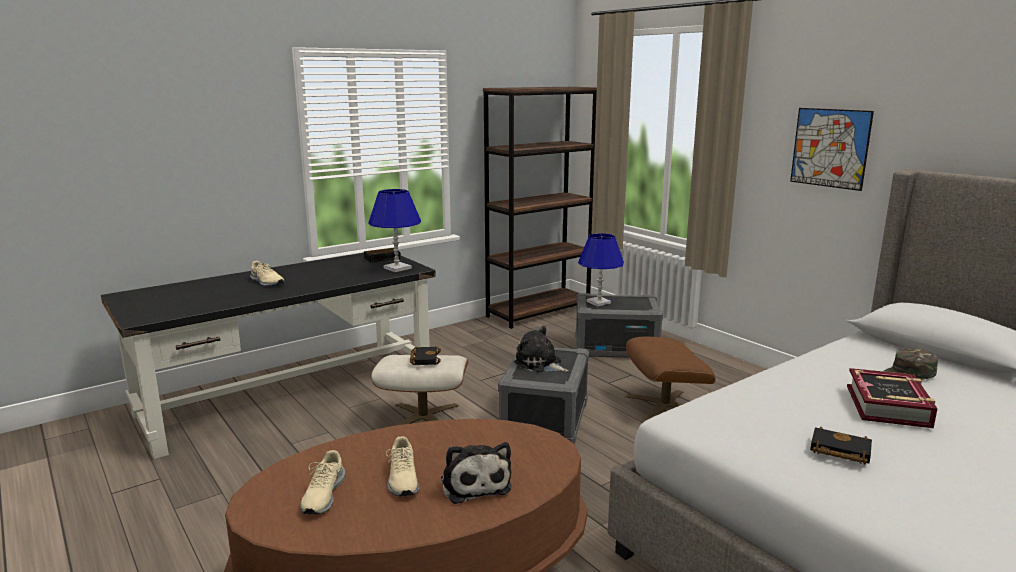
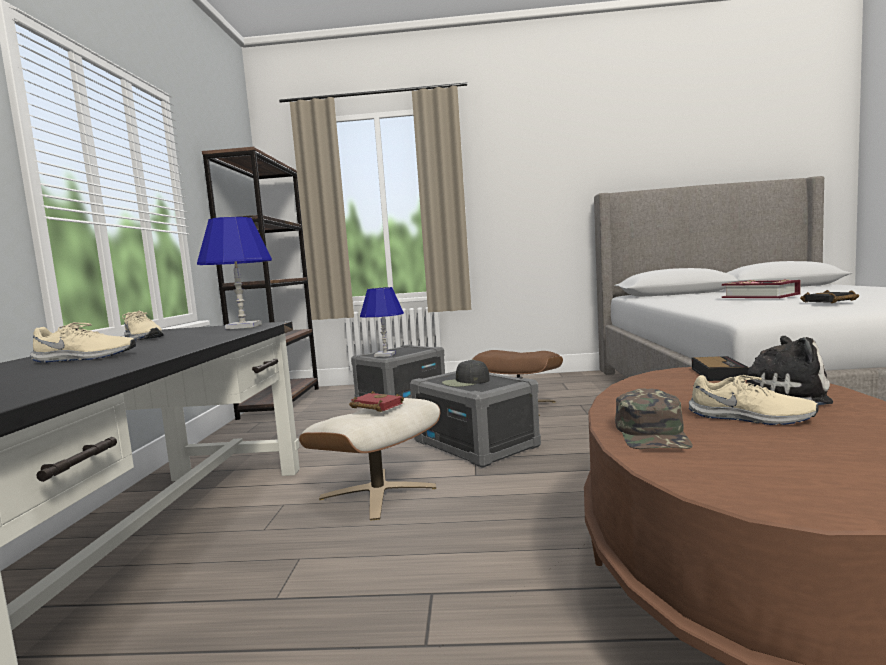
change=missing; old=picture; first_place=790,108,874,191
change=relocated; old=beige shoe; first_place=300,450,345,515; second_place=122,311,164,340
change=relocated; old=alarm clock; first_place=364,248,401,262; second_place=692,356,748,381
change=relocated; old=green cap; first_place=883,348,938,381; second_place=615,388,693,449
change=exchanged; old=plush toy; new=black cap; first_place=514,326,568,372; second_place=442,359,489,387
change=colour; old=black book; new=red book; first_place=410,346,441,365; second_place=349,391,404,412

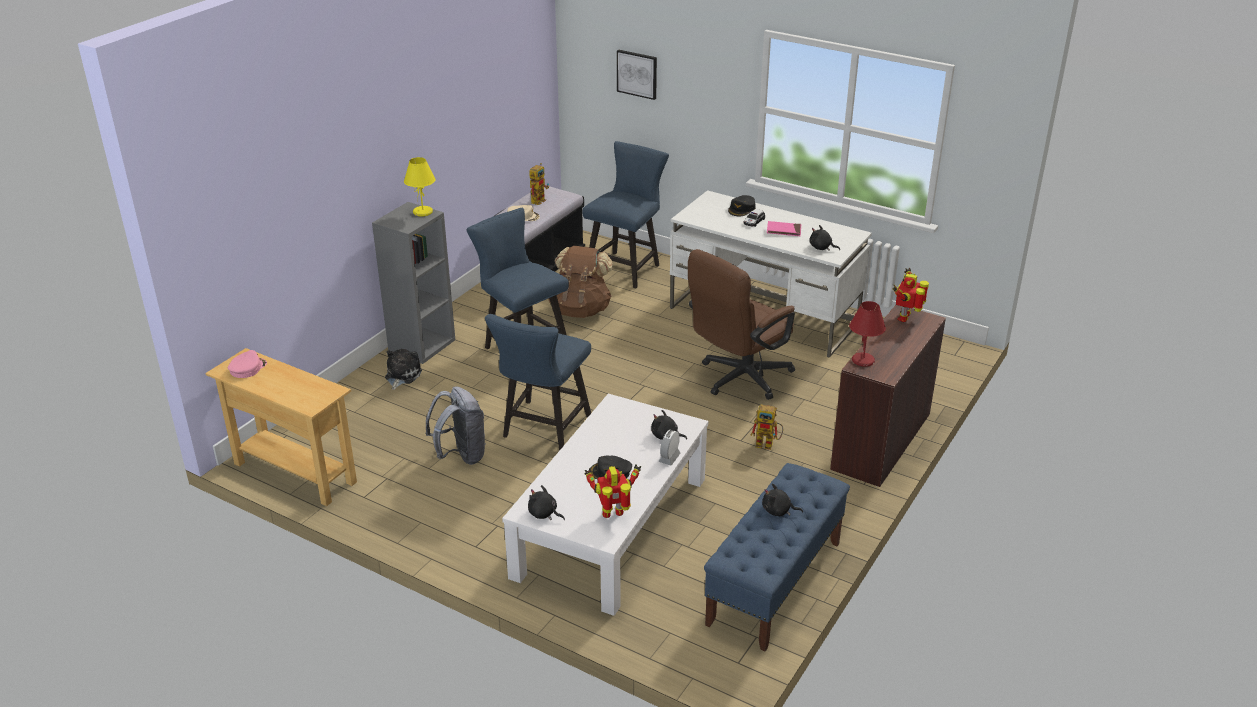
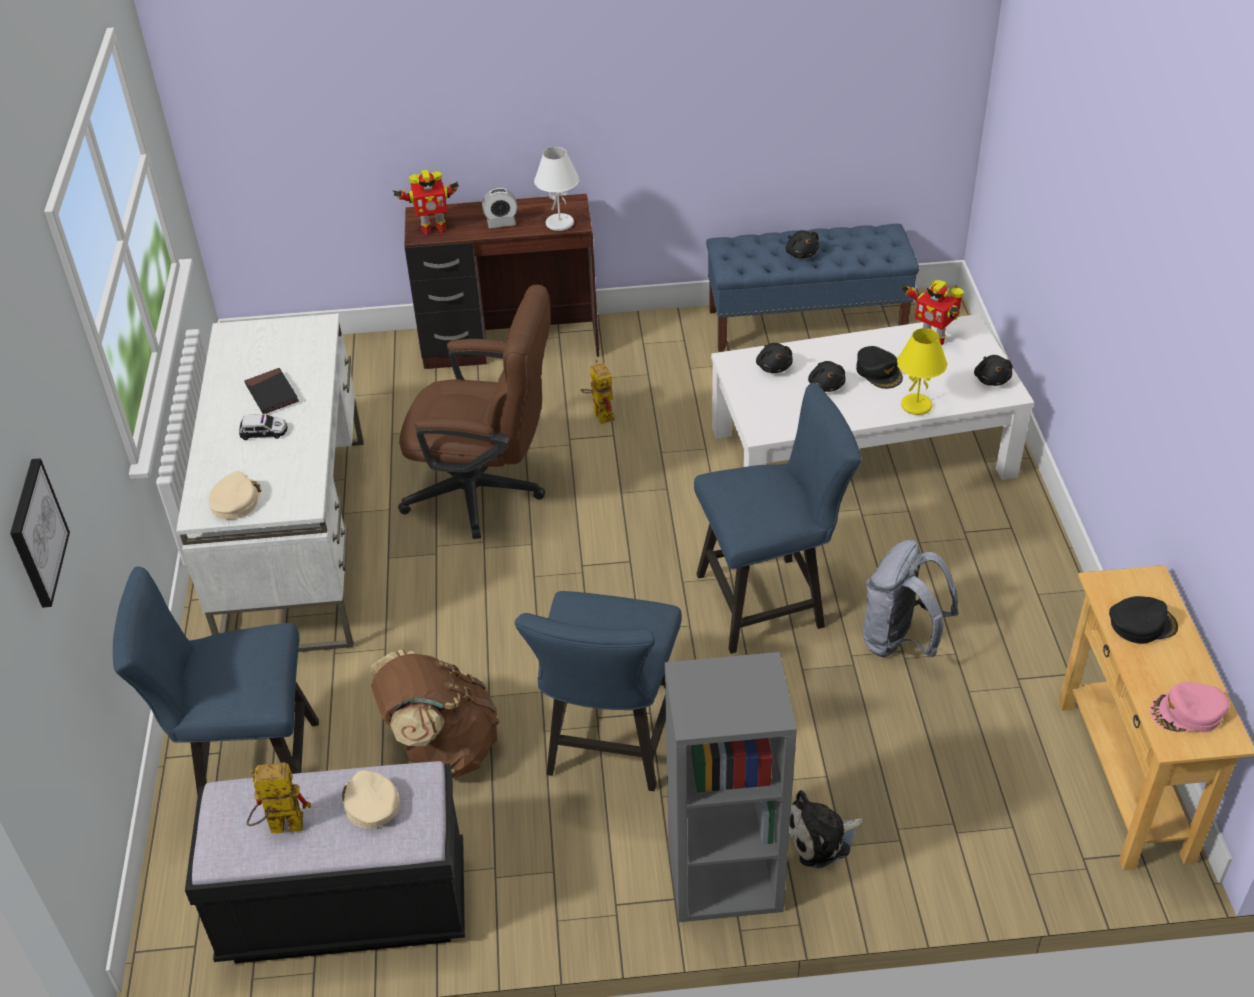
change=appeared; new=beige cap; second_place=209,471,262,519
change=relocated; old=yellow table lamp; first_place=404,157,436,216; second_place=897,328,947,415
change=relocated; old=alarm clock; first_place=659,430,681,465; second_place=482,188,518,228
change=relocated; old=black cap; first_place=728,195,756,216; second_place=1109,596,1178,644
change=relocated; old=black plush toy; first_place=809,225,840,251; second_place=808,361,846,392
change=colour; old=pink book; new=black book; first_place=767,221,801,236; second_place=245,368,299,414
change=colour; old=red table lamp; new=white table lamp; first_place=849,301,886,367; second_place=534,147,579,231

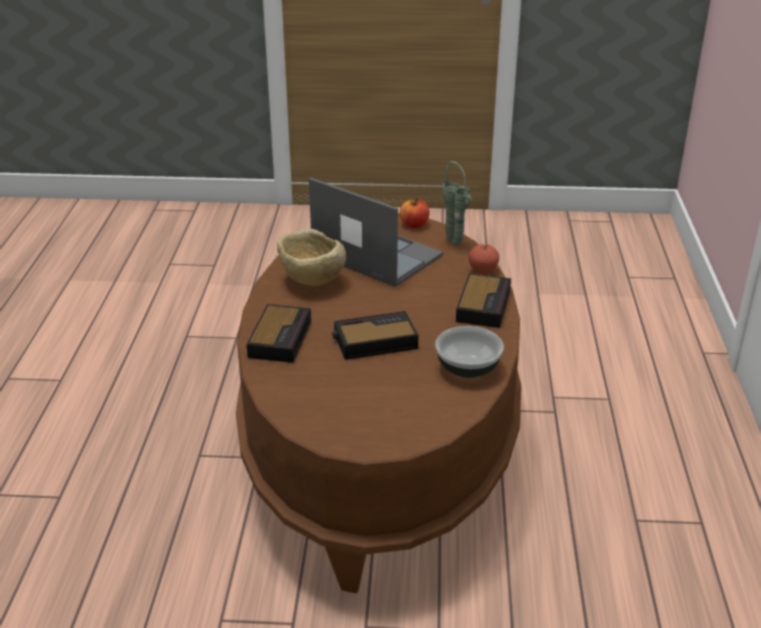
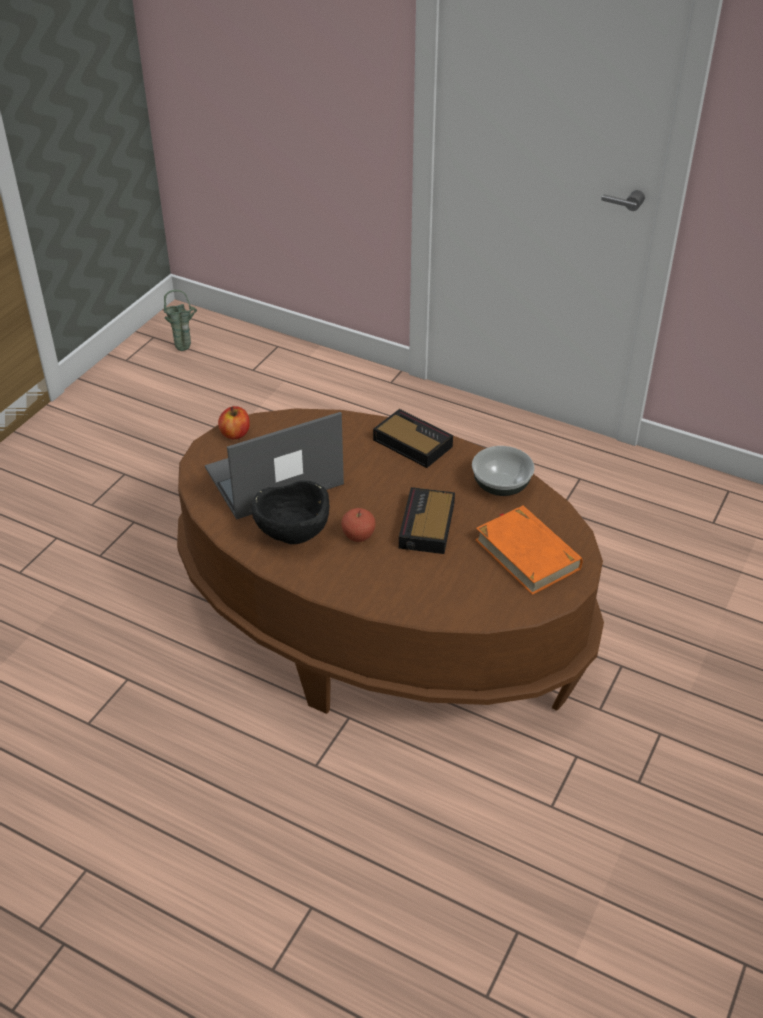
change=missing; old=alarm clock; first_place=246,304,311,363
change=appeared; new=orange book; second_place=475,505,583,595
change=relocated; old=green vase; first_place=442,161,472,246; second_place=164,290,197,351
change=relocated; old=apple; first_place=468,244,499,275; second_place=341,508,376,542
change=colour; old=beige bowl; new=black bowl; first_place=277,229,346,286; second_place=252,480,330,544

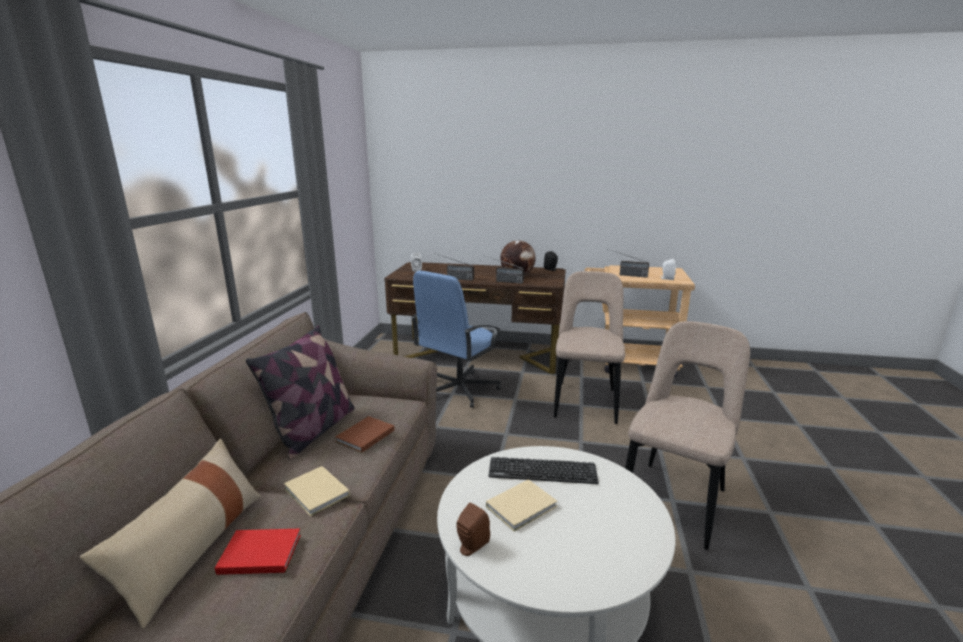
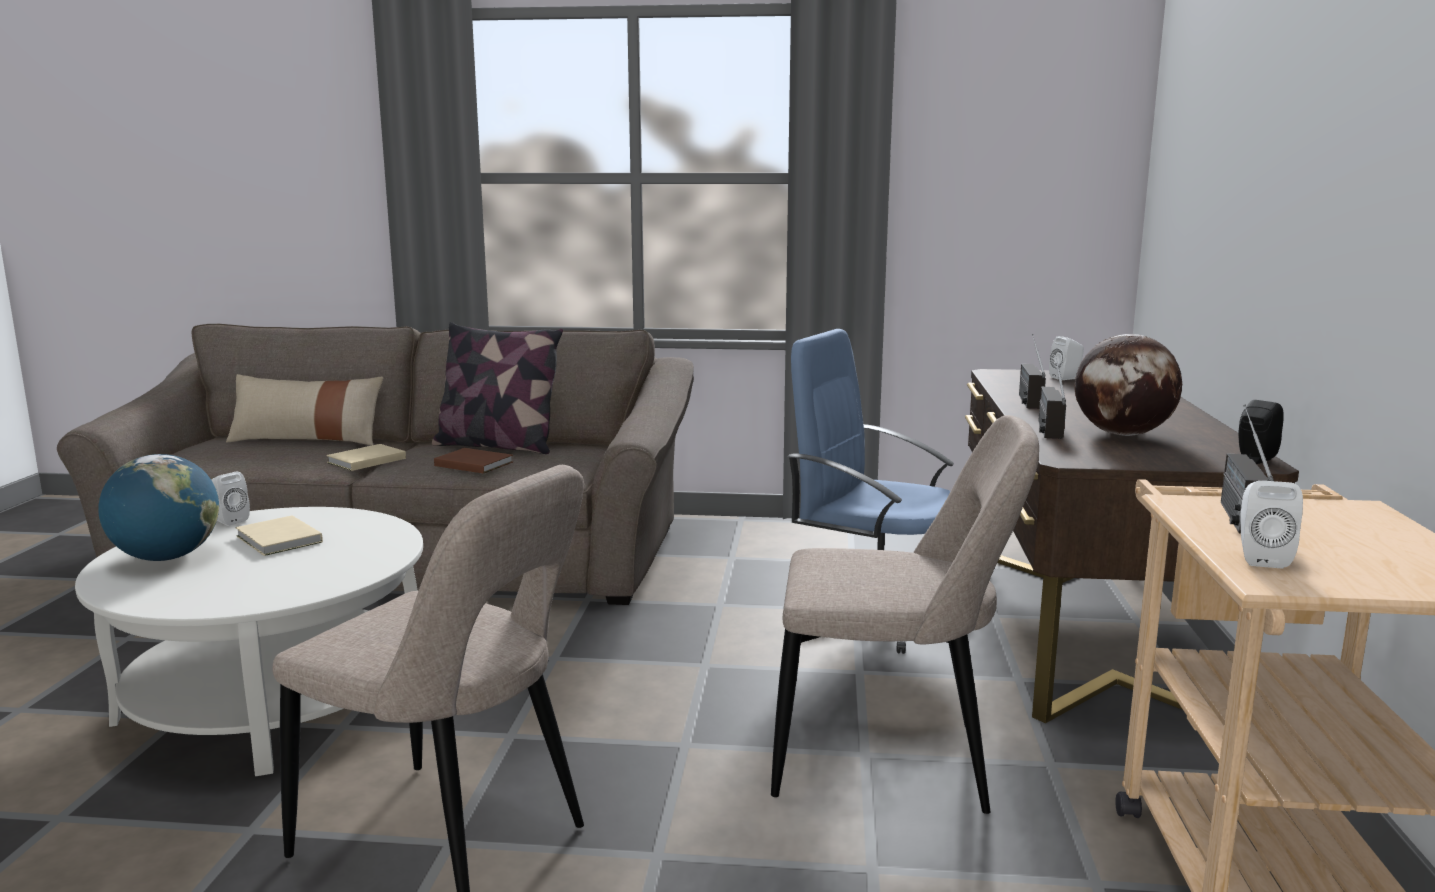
change=missing; old=red book; first_place=215,528,301,575
change=missing; old=keyboard; first_place=488,457,599,484
change=appeared; new=globe; second_place=98,454,219,561
change=colour; old=brown speaker; new=white speaker; first_place=457,503,490,556; second_place=211,472,250,526

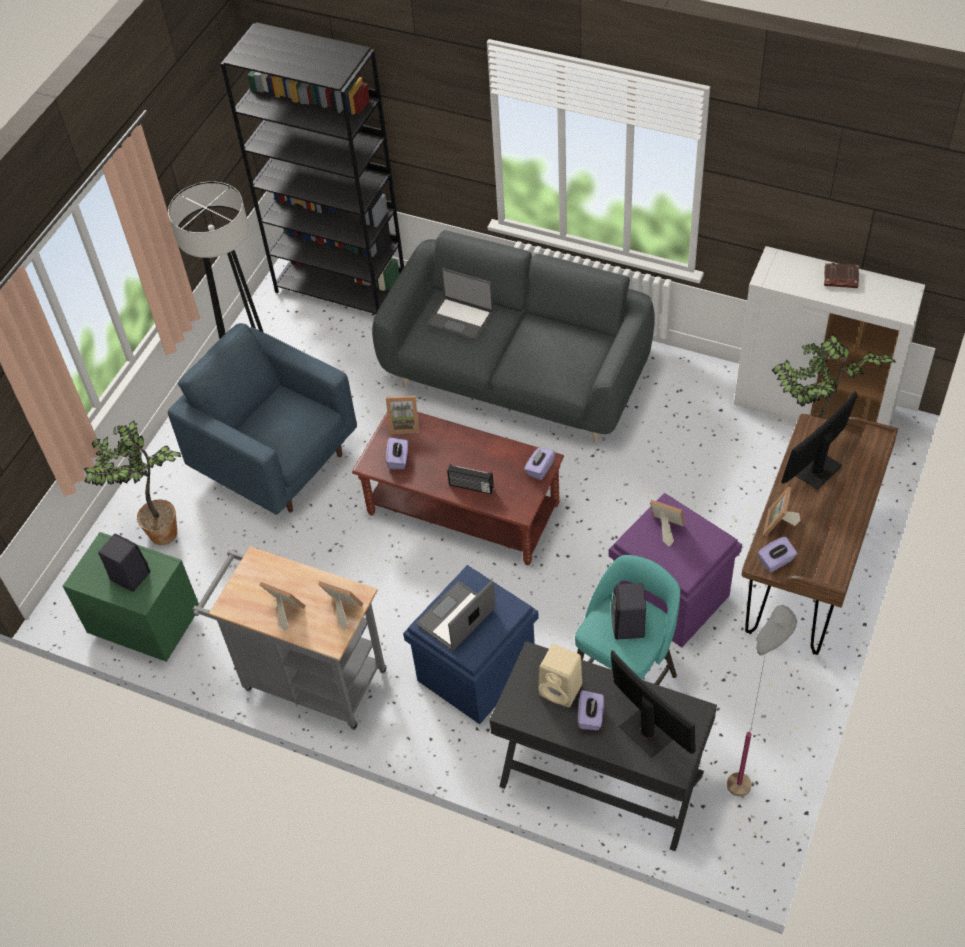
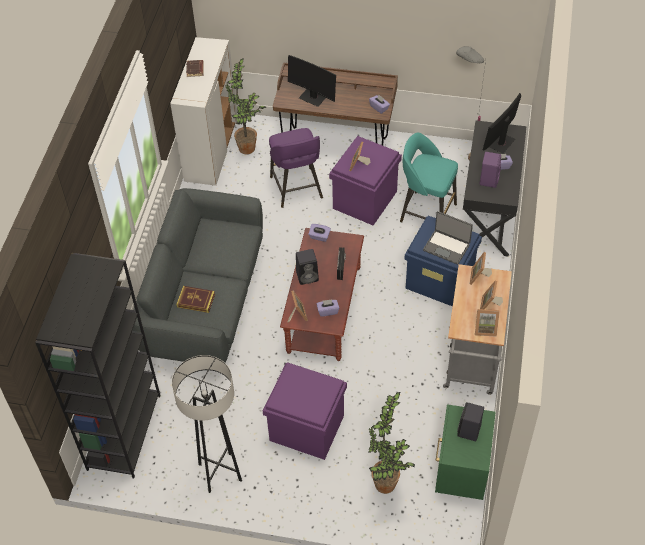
change=appeared; new=purple stool; second_place=269,128,323,208
change=relocated; old=black speaker; first_place=611,583,646,639; second_place=296,249,319,285
change=relocated; old=picture frame; first_place=763,486,800,536; second_place=475,309,500,337
change=exchanged; old=blue armchair; new=purple storage box; first_place=168,323,357,514; second_place=263,362,347,460
change=exchanged; old=laptop; new=book; first_place=427,268,494,341; second_place=176,286,215,313
change=colour; old=beige speaker; new=purple speaker; first_place=538,644,582,708; second_place=479,152,501,188

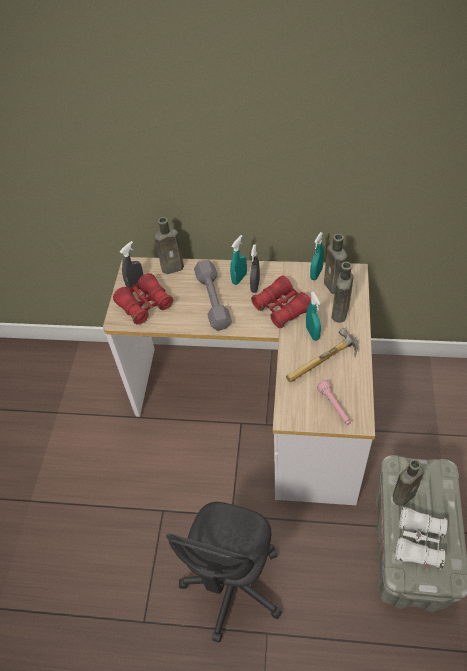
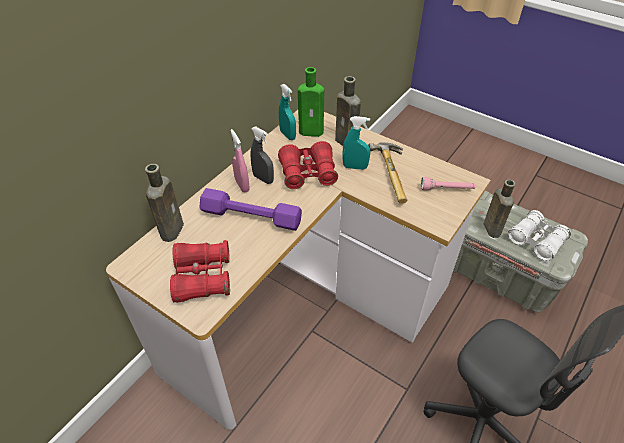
change=missing; old=grey spray bottle; first_place=120,241,143,288
change=colour; old=grey dumbbell; new=purple dumbbell; first_place=194,260,232,331; second_place=200,188,302,231
change=colour; old=turquoise spray bottle; new=pink spray bottle; first_place=230,235,247,285; second_place=230,129,250,193
change=colour; old=brown bottle; new=green bottle; first_place=324,234,348,294; second_place=298,67,324,137

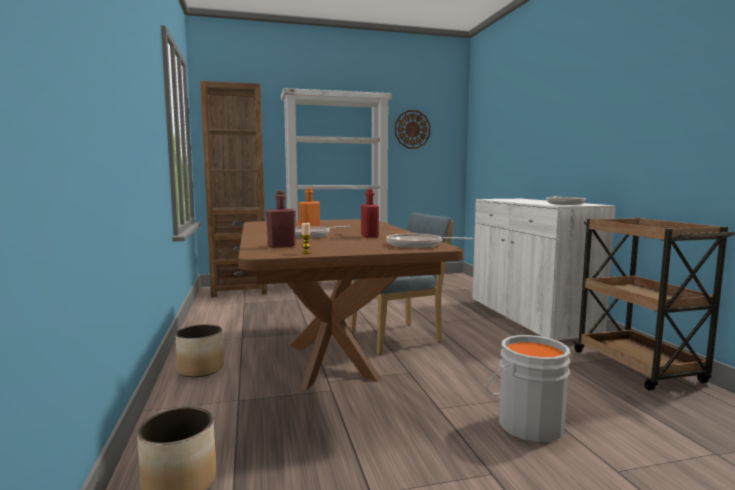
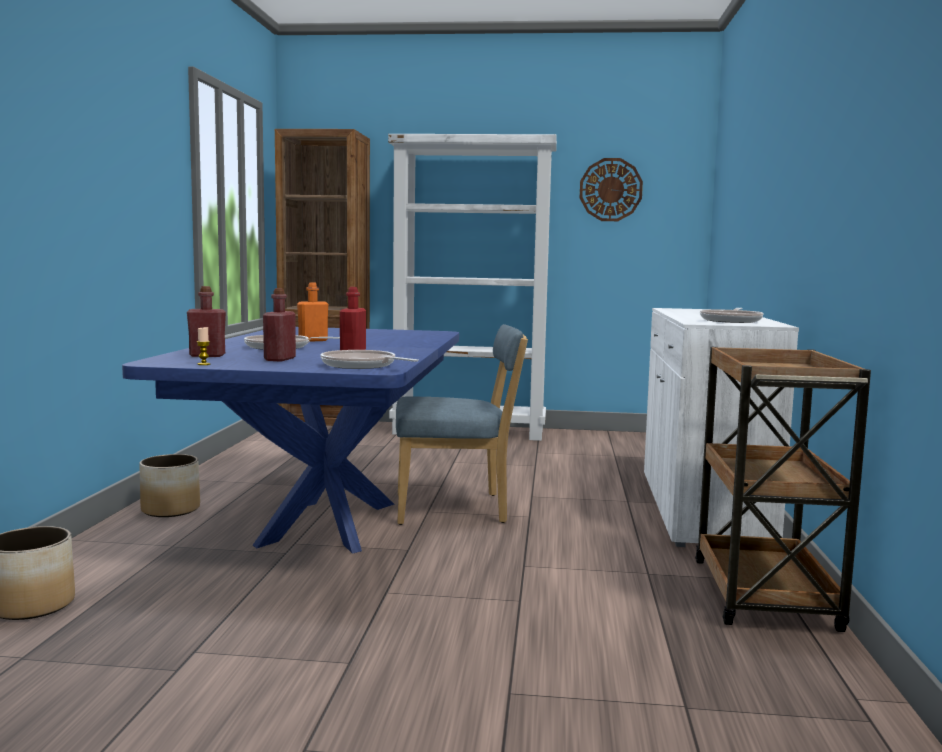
change=missing; old=grey bucket; first_place=486,335,571,442
change=appeared; new=red bottle; second_place=263,288,296,361
change=colour; old=brown dining table; new=blue dining table; first_place=238,219,464,390; second_place=122,327,459,554

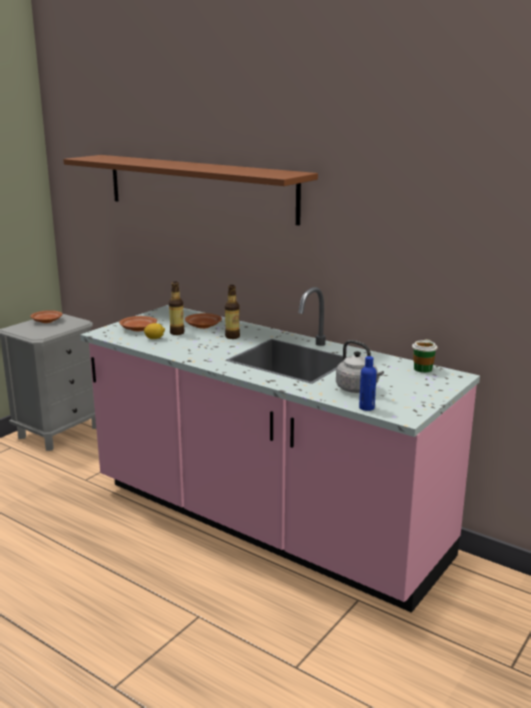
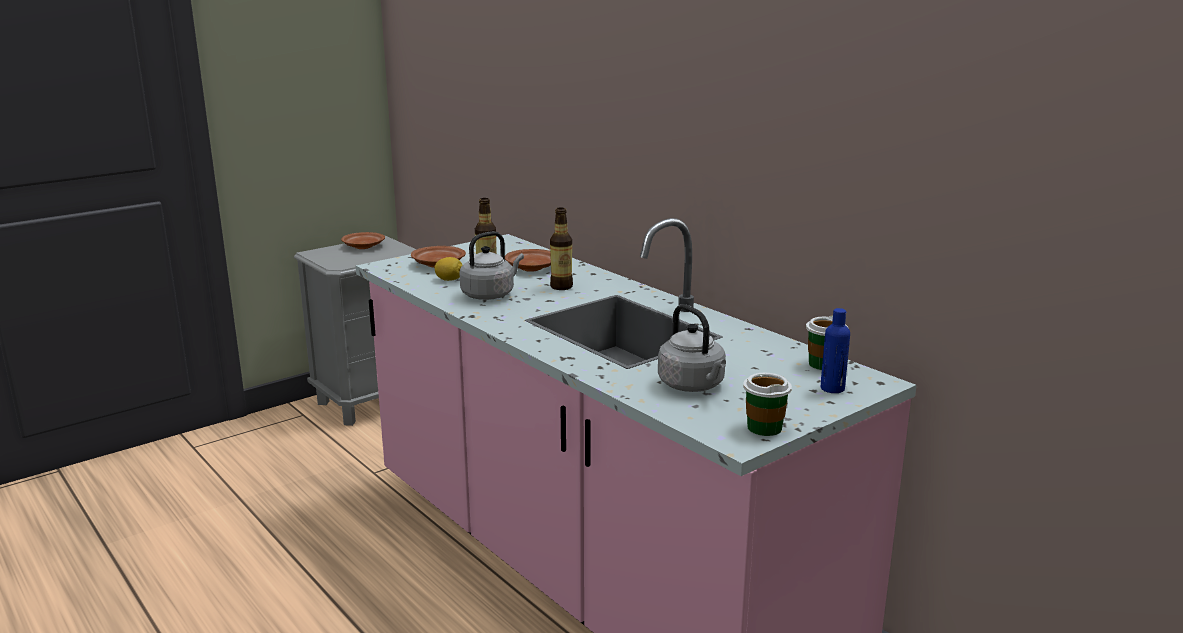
change=missing; old=brown shelf; first_place=63,155,318,225
change=appeared; new=grey kettle; second_place=459,231,524,300
change=appeared; new=cup; second_place=743,373,792,436
change=relocated; old=blue bottle; first_place=359,356,377,411; second_place=820,308,850,393

